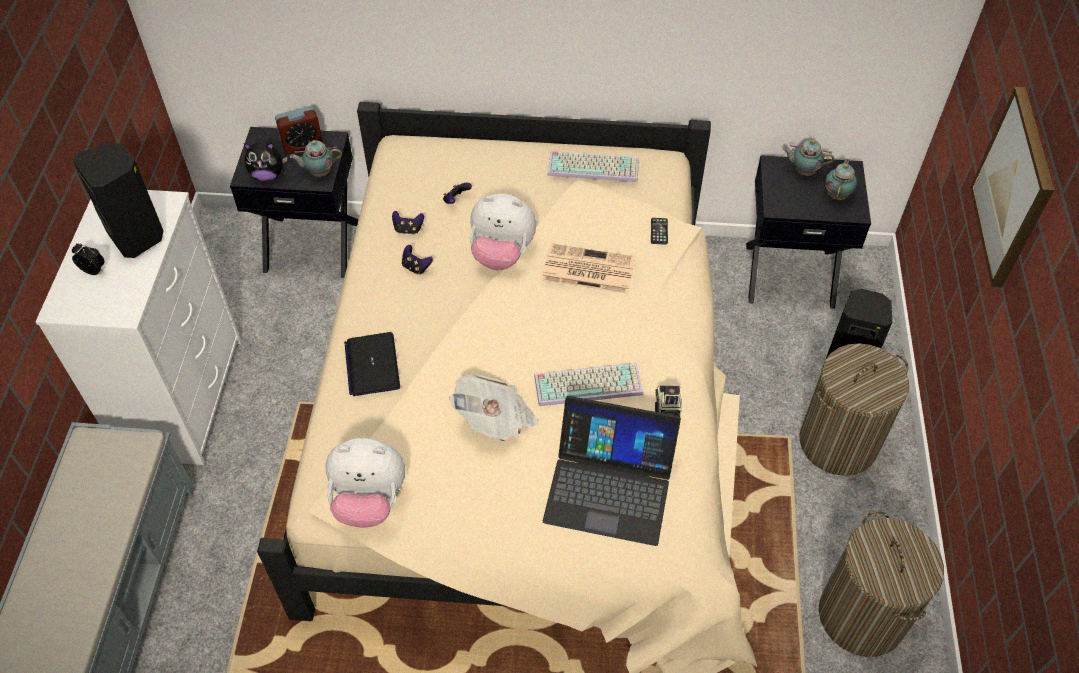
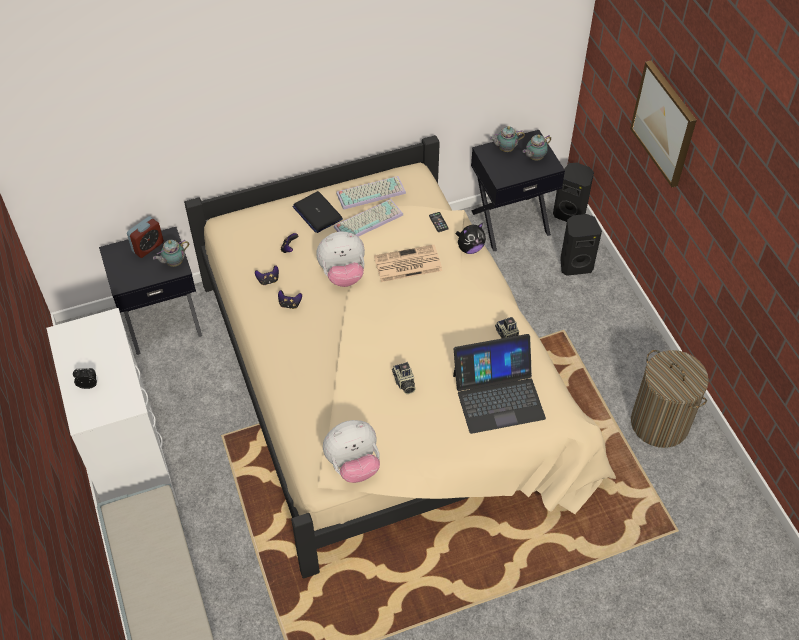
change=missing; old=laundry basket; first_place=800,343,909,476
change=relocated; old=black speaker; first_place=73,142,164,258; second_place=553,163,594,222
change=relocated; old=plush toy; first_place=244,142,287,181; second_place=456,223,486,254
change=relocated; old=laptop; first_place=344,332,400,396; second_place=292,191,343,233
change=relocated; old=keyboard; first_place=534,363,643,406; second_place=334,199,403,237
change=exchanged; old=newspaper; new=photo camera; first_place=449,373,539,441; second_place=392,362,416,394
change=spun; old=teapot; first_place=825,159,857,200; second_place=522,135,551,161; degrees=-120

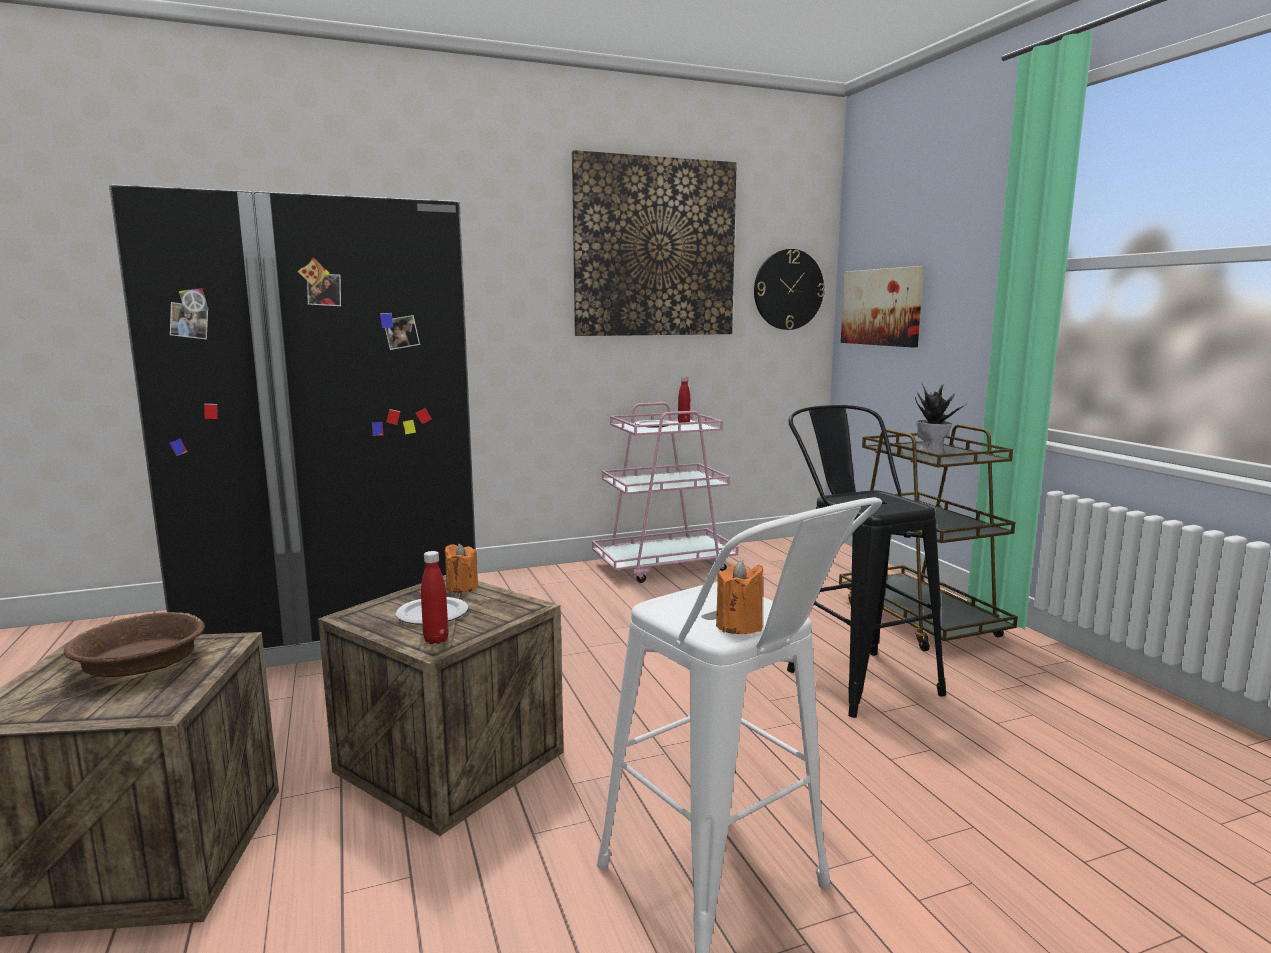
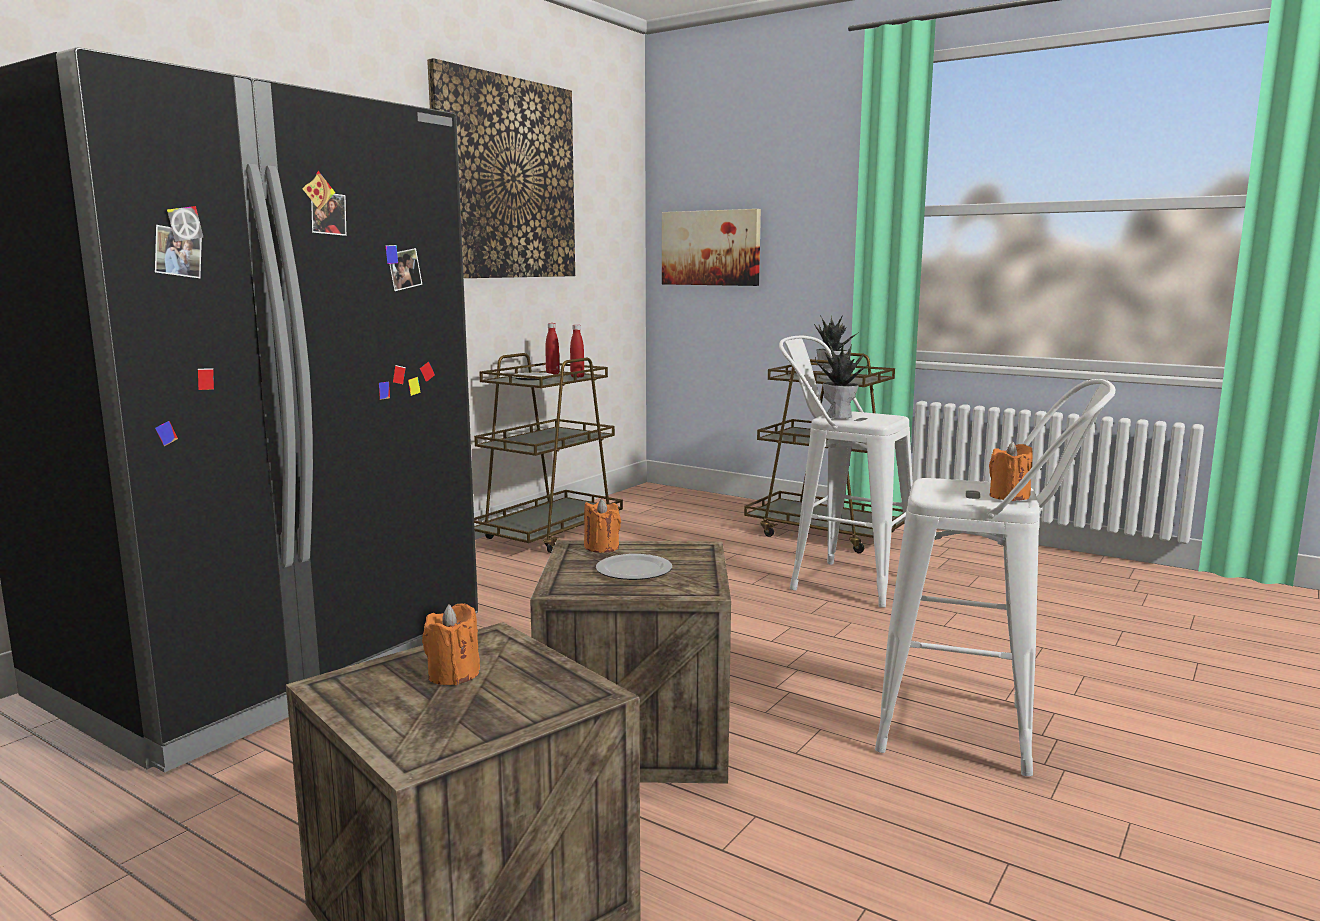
change=missing; old=wall clock; first_place=754,249,825,330
change=appeared; new=potted plant; second_place=815,342,868,419
change=relocated; old=red bottle; first_place=421,551,448,644; second_place=570,324,584,378
change=exchanged; old=brown bowl; new=orange candle; first_place=64,612,205,677; second_place=422,603,480,685
change=colour; old=pink cart; new=brown cart; first_place=592,402,739,583; second_place=474,353,623,553
change=colour; old=black stool; new=white stool; first_place=787,405,946,718; second_place=779,336,913,608

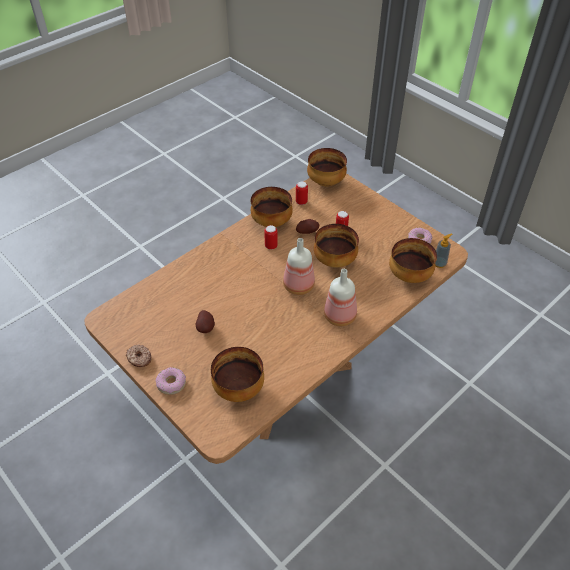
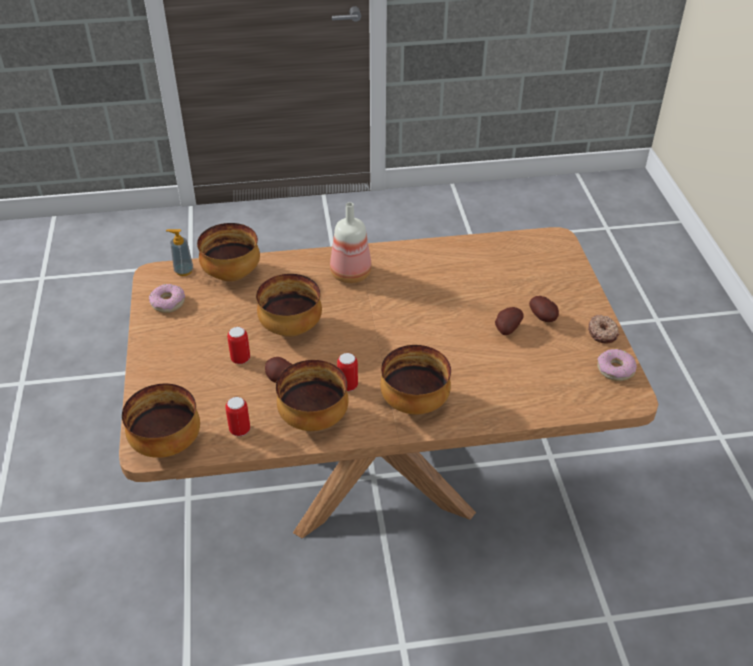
change=missing; old=bottle; first_place=283,238,315,295
change=appeared; new=potato; second_place=529,296,559,322
change=relocated; old=donut; first_place=156,367,186,395; second_place=597,349,637,381
change=relocated; old=bowl; first_place=211,347,264,402; second_place=380,345,451,415

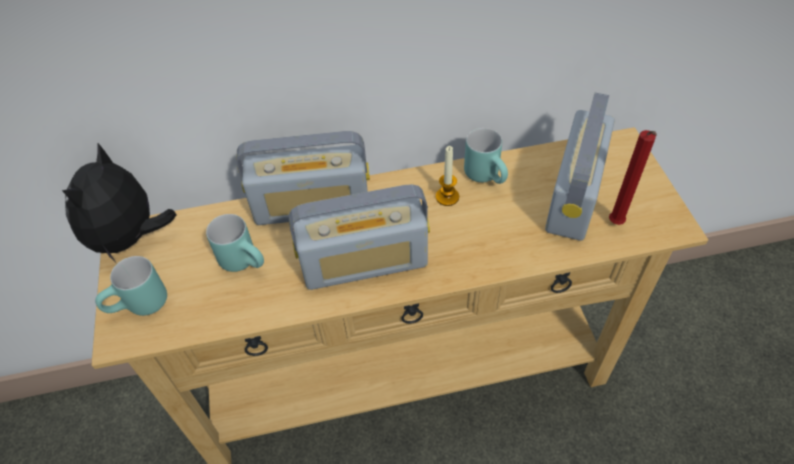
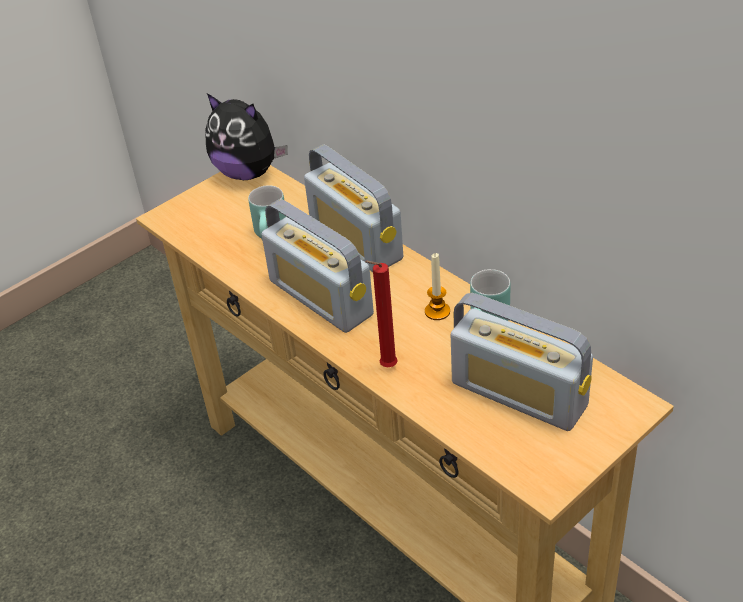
change=missing; old=turquoise mug; first_place=95,256,167,316
change=relocated; old=red candle; first_place=609,130,657,225; second_place=365,261,398,367
change=spun; old=plush toy; first_place=62,143,176,262; second_place=205,93,288,180; degrees=-135
change=spun; old=radio; first_place=545,92,615,241; second_place=451,293,593,431; degrees=45

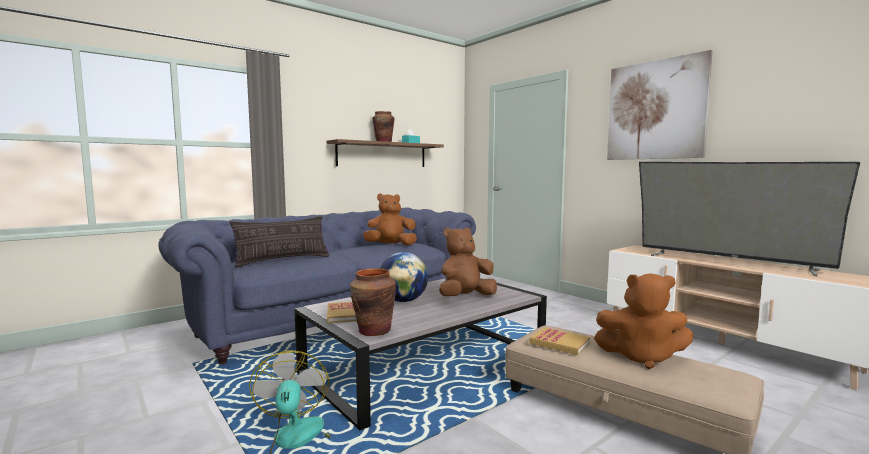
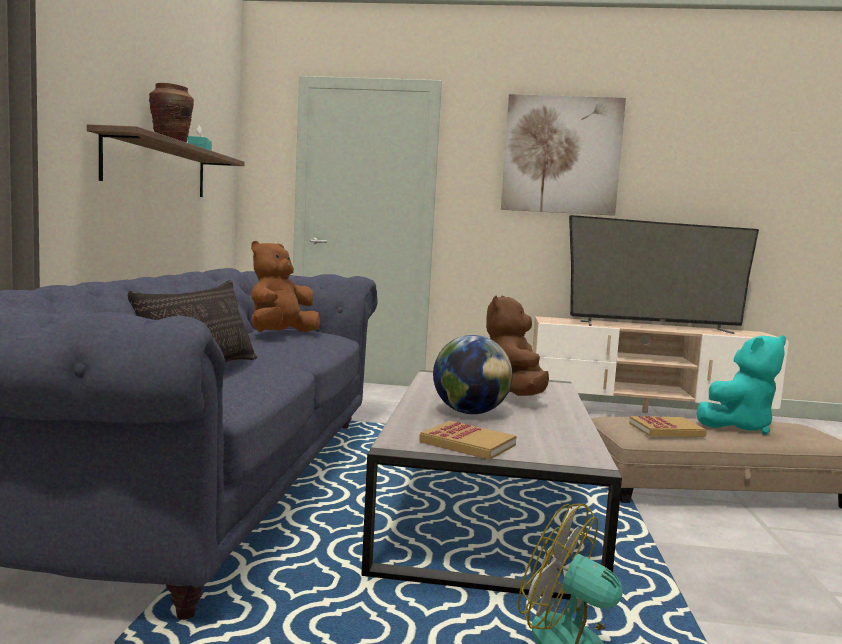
change=missing; old=brown vase; first_place=350,268,396,336
change=colour; old=brown plush toy; new=turquoise plush toy; first_place=594,273,694,369; second_place=696,335,786,435

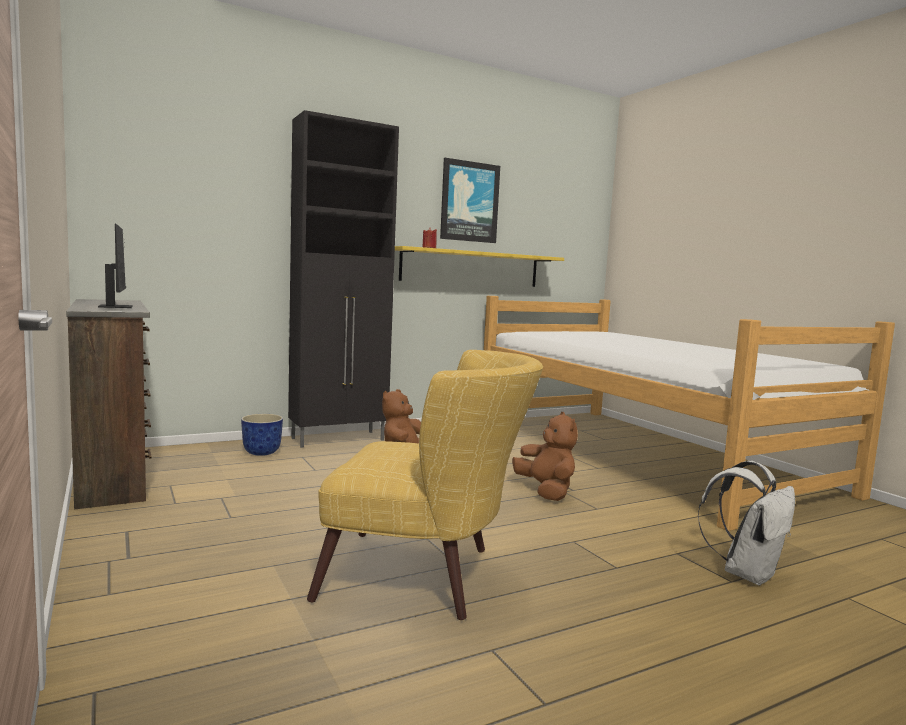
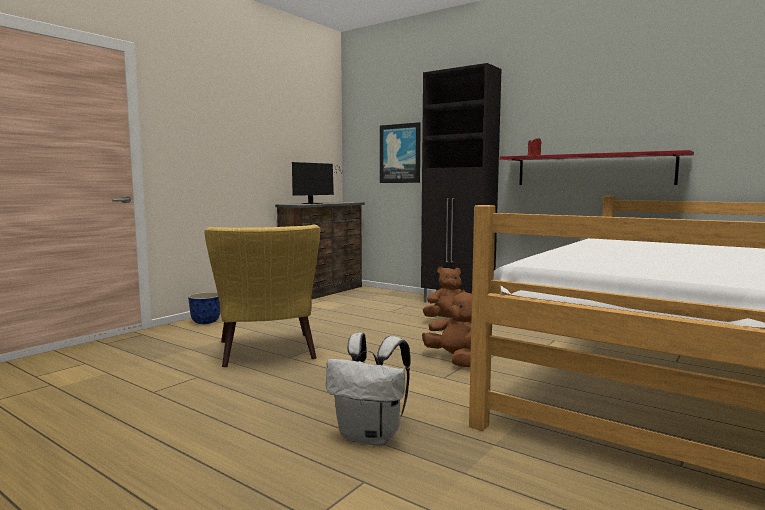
change=relocated; old=planter; first_place=241,414,283,456; second_place=188,292,220,324
change=relocated; old=picture; first_place=440,158,500,243; second_place=380,122,421,183
change=colour; old=yellow shelf; new=red shelf; first_place=395,246,564,287; second_place=499,150,694,185
change=spun; old=brown plush toy; first_place=512,412,578,501; second_place=422,290,472,367; degrees=-75

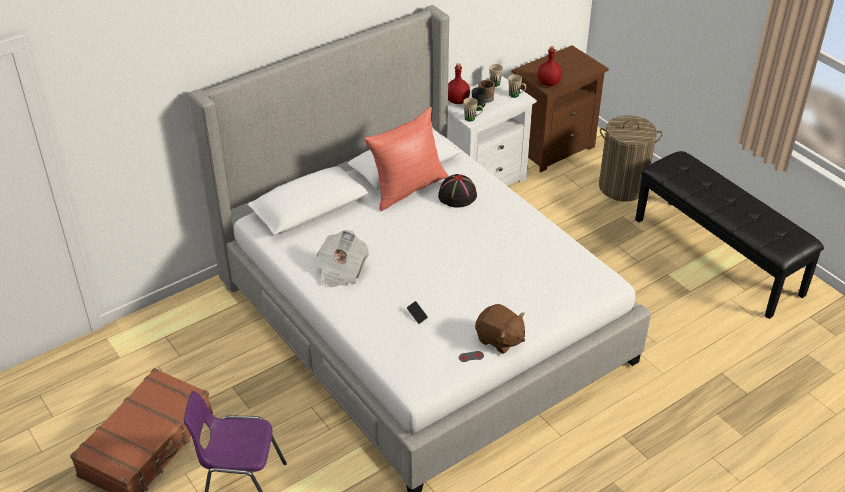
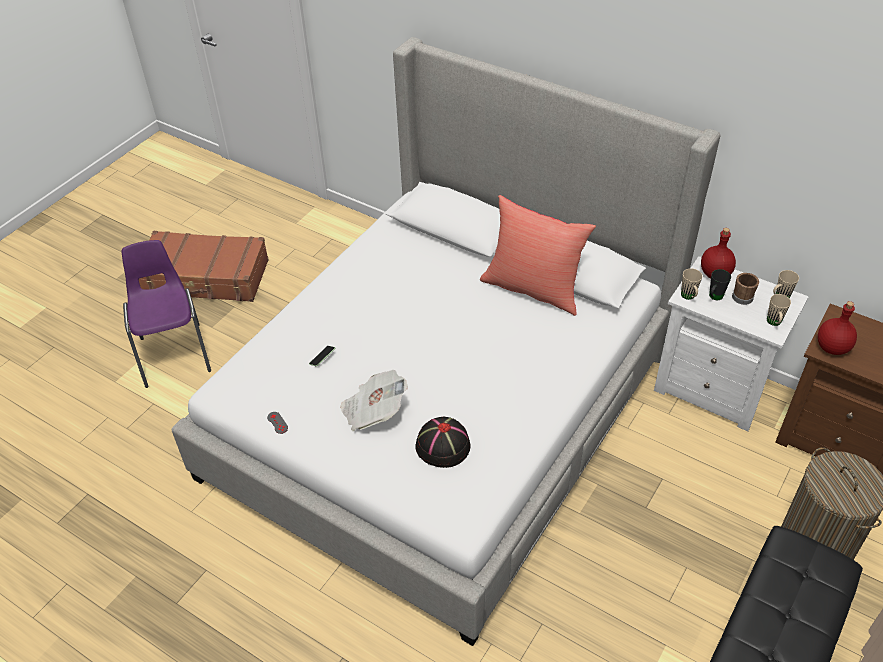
change=missing; old=brown plush toy; first_place=475,304,525,354
change=relocated; old=newspaper; first_place=317,230,369,287; second_place=340,370,408,431
change=relocated; old=black hat; first_place=438,174,477,208; second_place=416,417,470,468

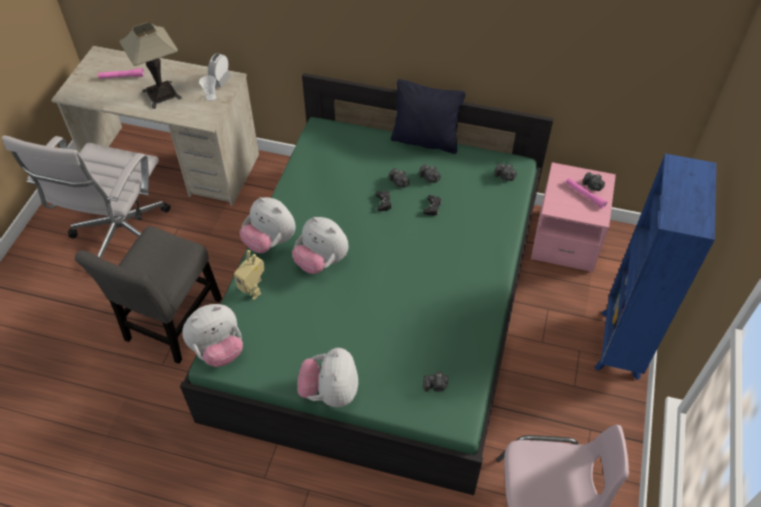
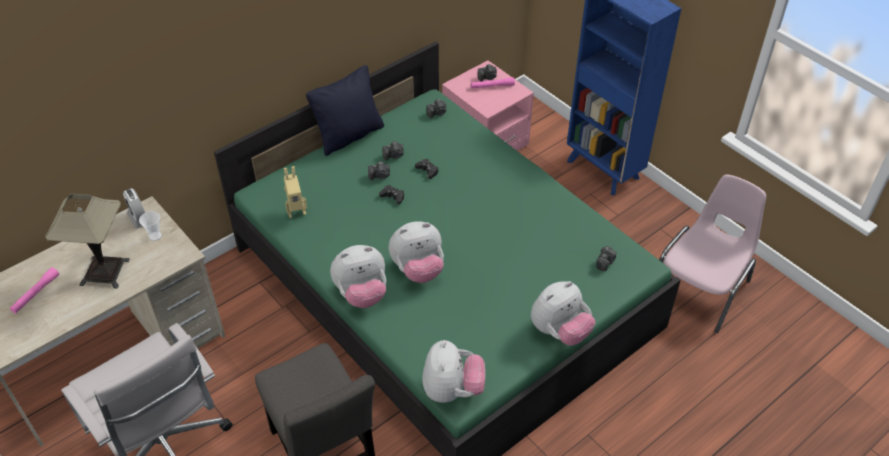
change=relocated; old=toy robot; first_place=234,250,265,300; second_place=284,166,307,218
change=spun; old=plush toy; first_place=297,348,358,407; second_place=531,281,595,345; degrees=-75

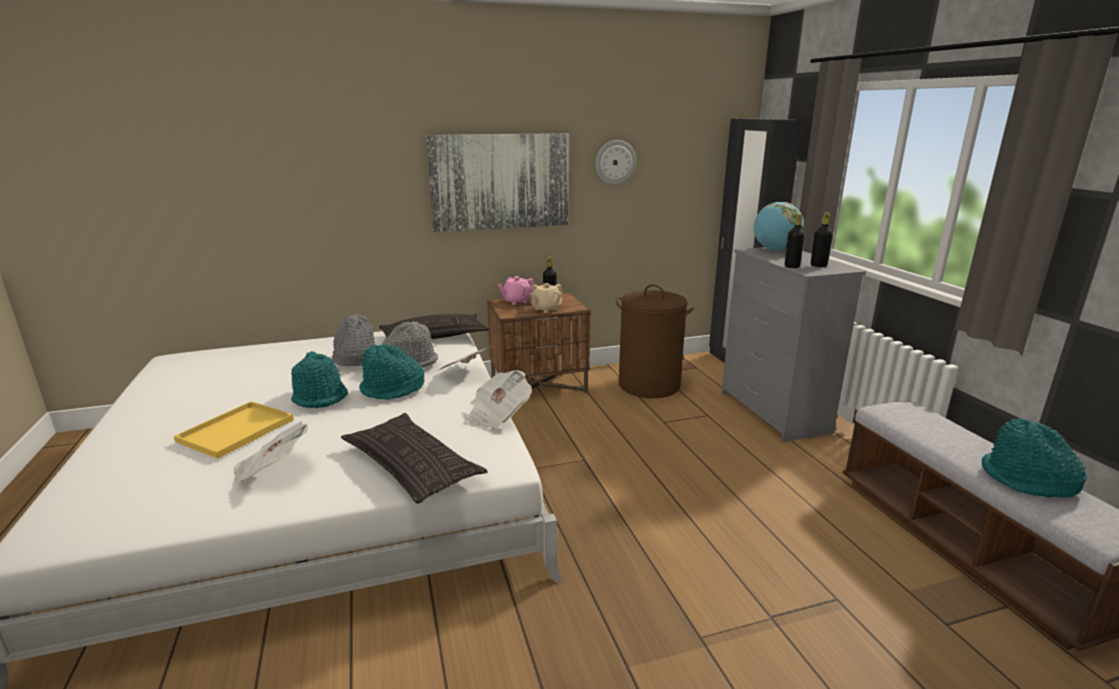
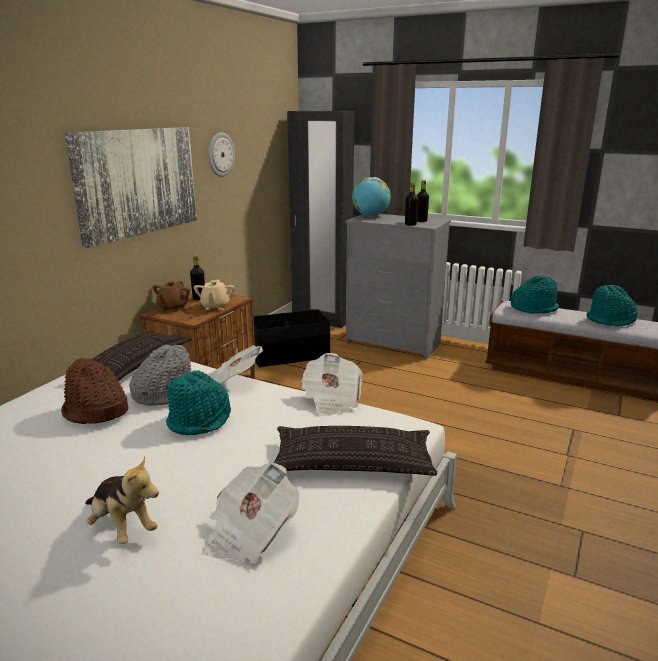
change=relocated; old=turquoise hat; first_place=291,351,348,408; second_place=511,276,559,314
change=exchanged; old=yellow tray; new=plush toy; first_place=174,401,294,459; second_place=85,456,159,544
change=exchanged; old=brown laundry basket; new=black storage box; first_place=616,284,695,398; second_place=254,309,330,367
change=colour; old=grey hat; new=brown hat; first_place=332,314,376,366; second_place=61,358,129,424
change=colour; old=pink teapot; new=brown teapot; first_place=498,276,535,305; second_place=153,281,190,312

